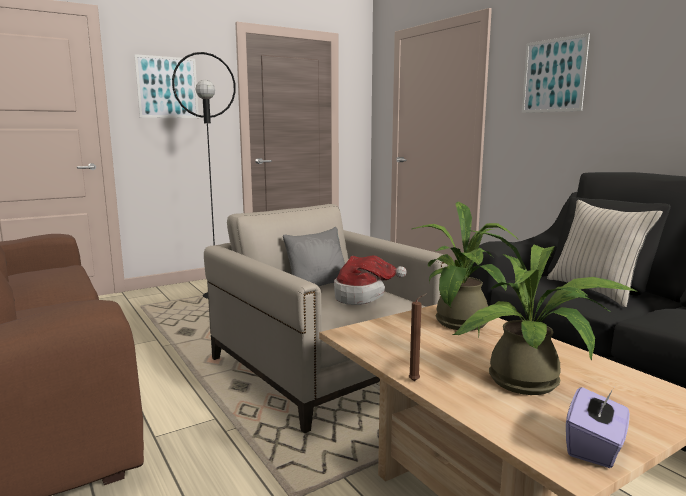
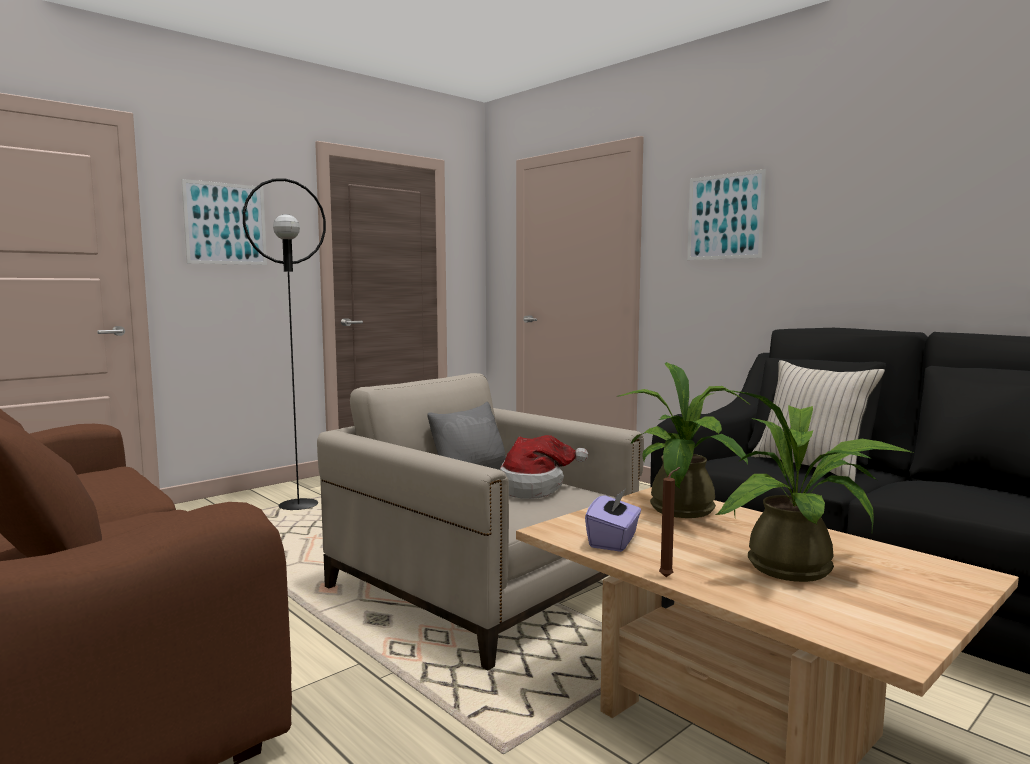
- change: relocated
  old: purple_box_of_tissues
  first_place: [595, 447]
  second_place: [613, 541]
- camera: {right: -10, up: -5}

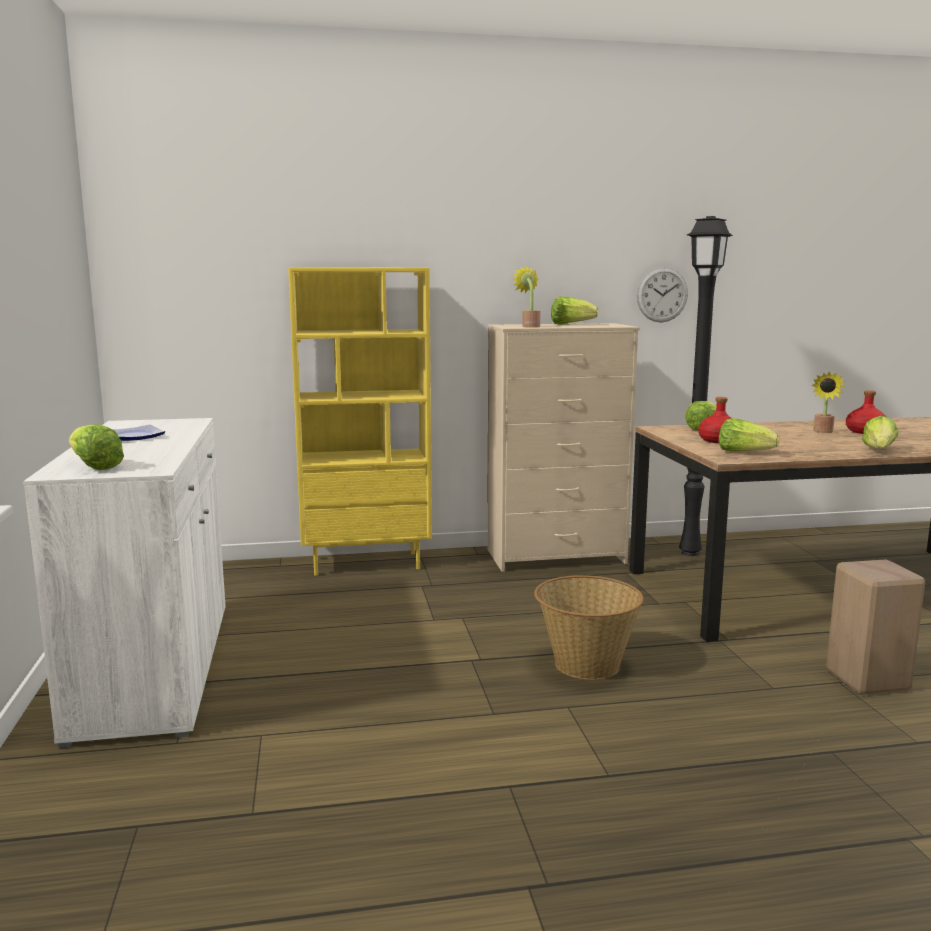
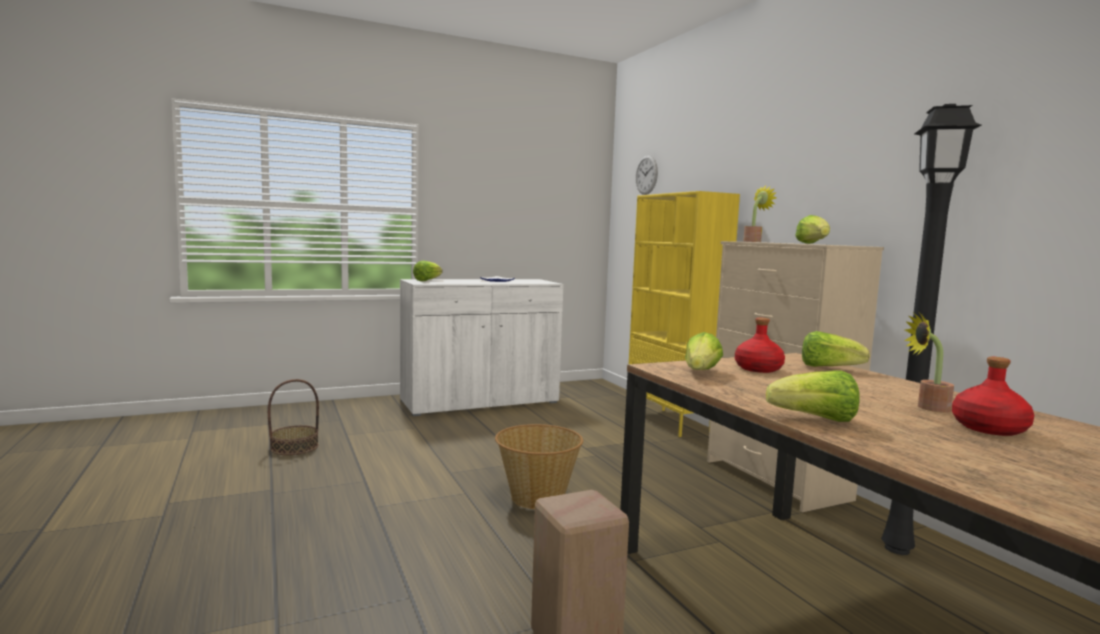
- change: appeared
  new: storage_basket
  second_place: [294, 447]
- change: relocated
  old: wall_clock
  first_place: [662, 295]
  second_place: [646, 175]
- camera: {right: 75, up: -5}

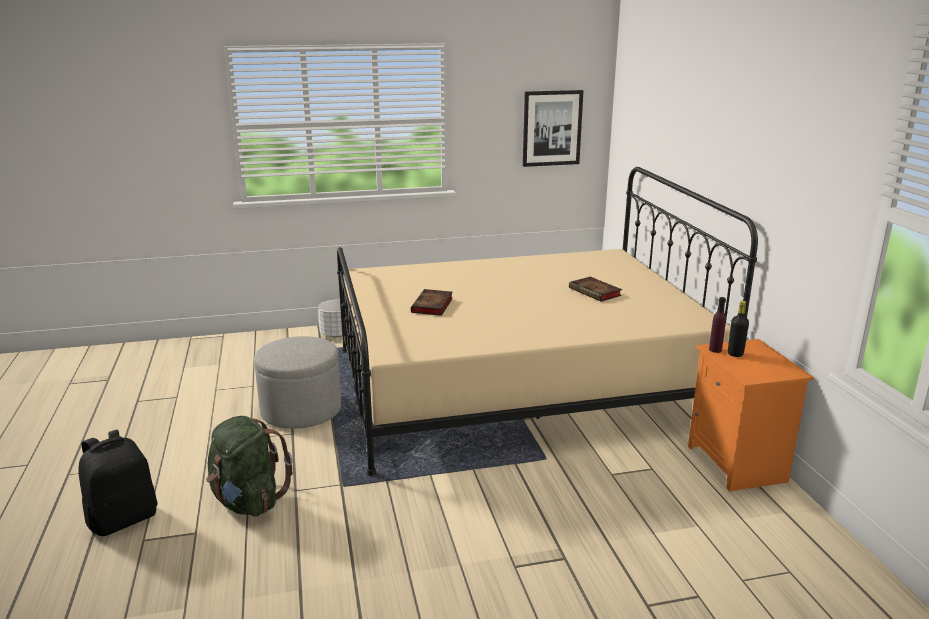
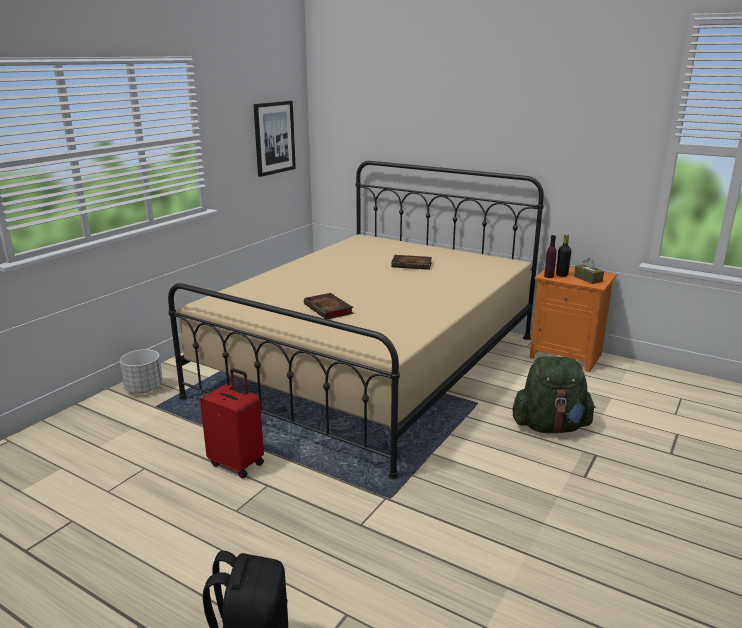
- change: exchanged
  old: greyish_pouffe
  new: red-coloured_suitcase
  first_place: [301, 410]
  second_place: [237, 463]
- change: relocated
  old: greenish_knapsack
  first_place: [248, 501]
  second_place: [550, 427]
- change: appeared
  new: brown-coloured_box_of_tissues
  second_place: [588, 279]
- camera: {right: -45, up: 0}

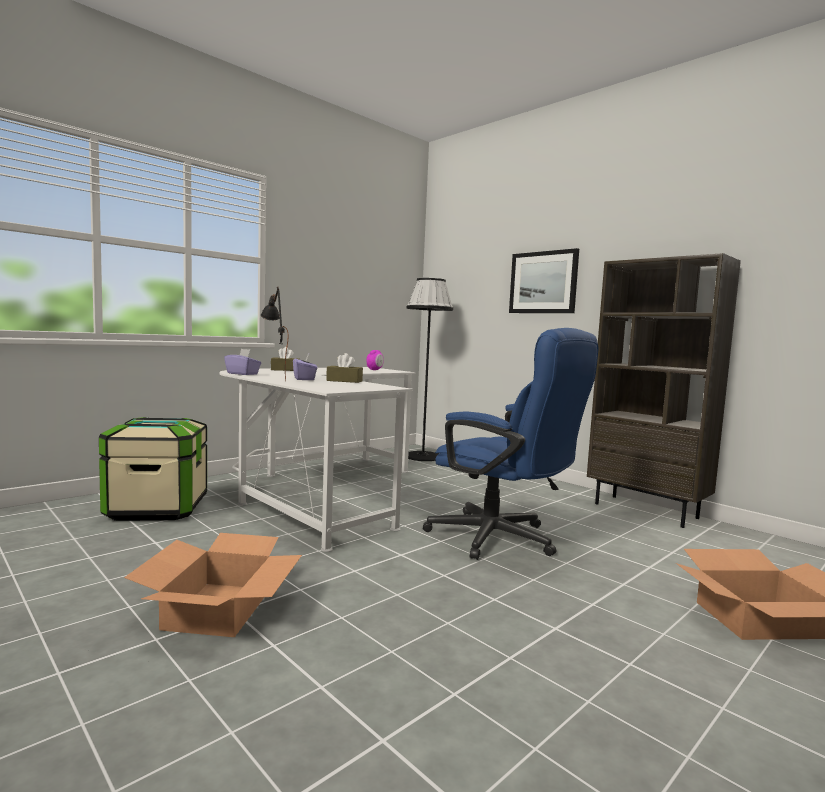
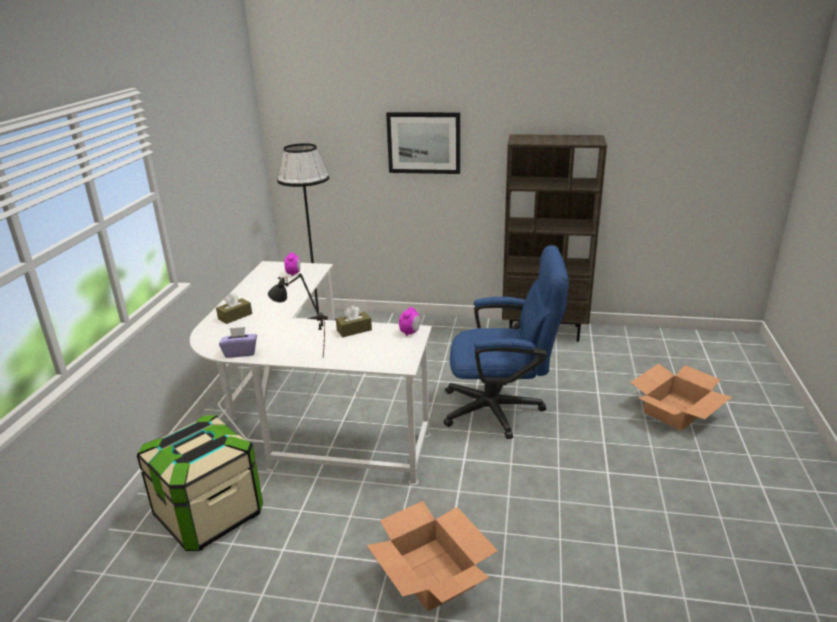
- change: appeared
  new: alarm_clock
  second_place: [410, 332]
- change: missing
  old: purple_box_of_tissues
  first_place: [304, 379]
- camera: {right: -35, up: 20}

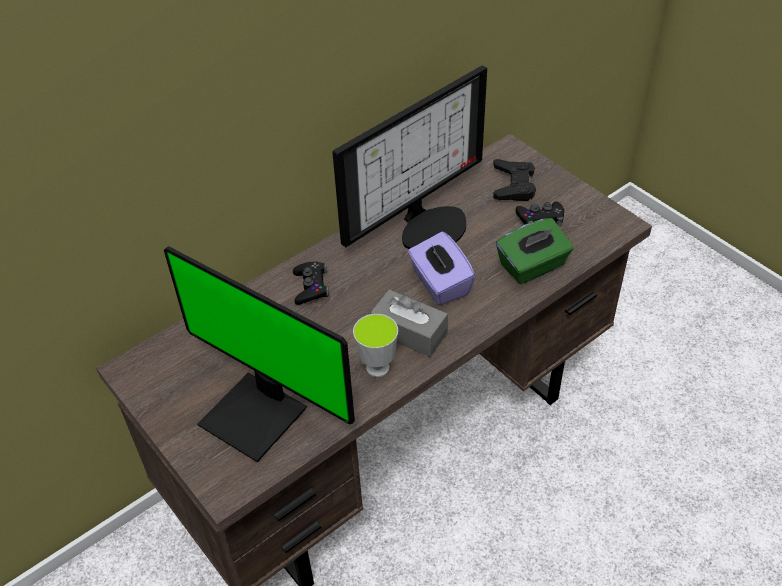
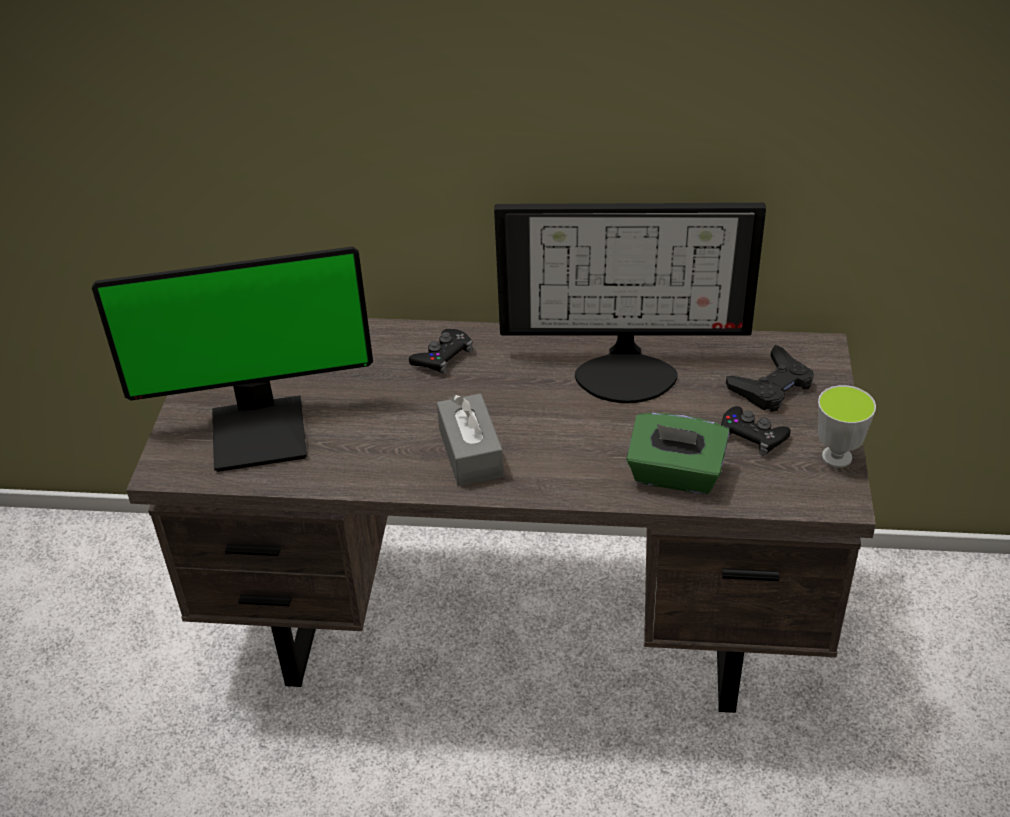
- change: spun
  old: monitor
  first_place: [257, 414]
  second_place: [260, 431]
  degrees: -90
- change: relocated
  old: drinking_cup
  first_place: [377, 367]
  second_place: [836, 457]
- change: missing
  old: purple_box_of_tissues
  first_place: [440, 284]
- camera: {right: 45, up: -5}

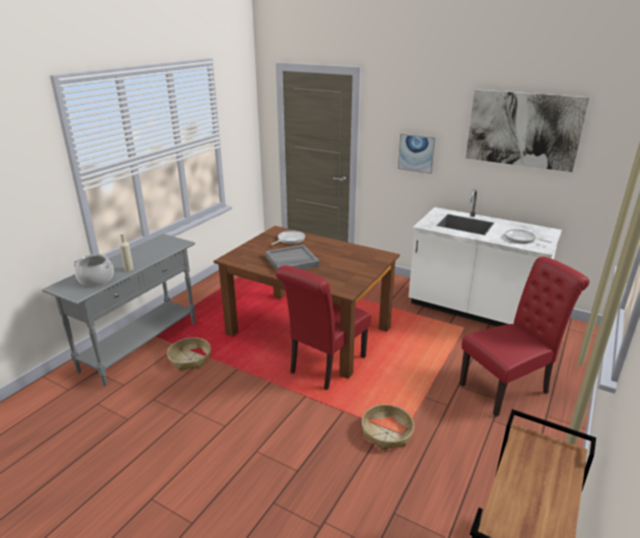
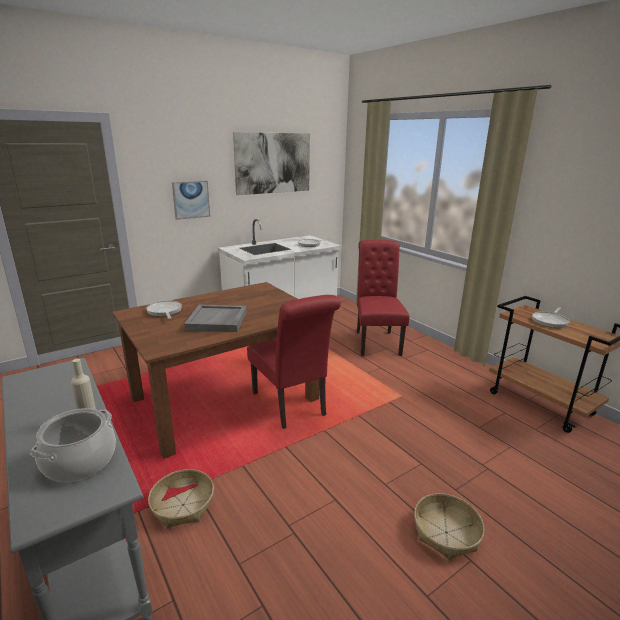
- change: relocated
  old: storage_basket
  first_place: [386, 433]
  second_place: [446, 532]
- change: appeared
  new: pan
  second_place: [550, 321]
- camera: {right: -65, up: -5}

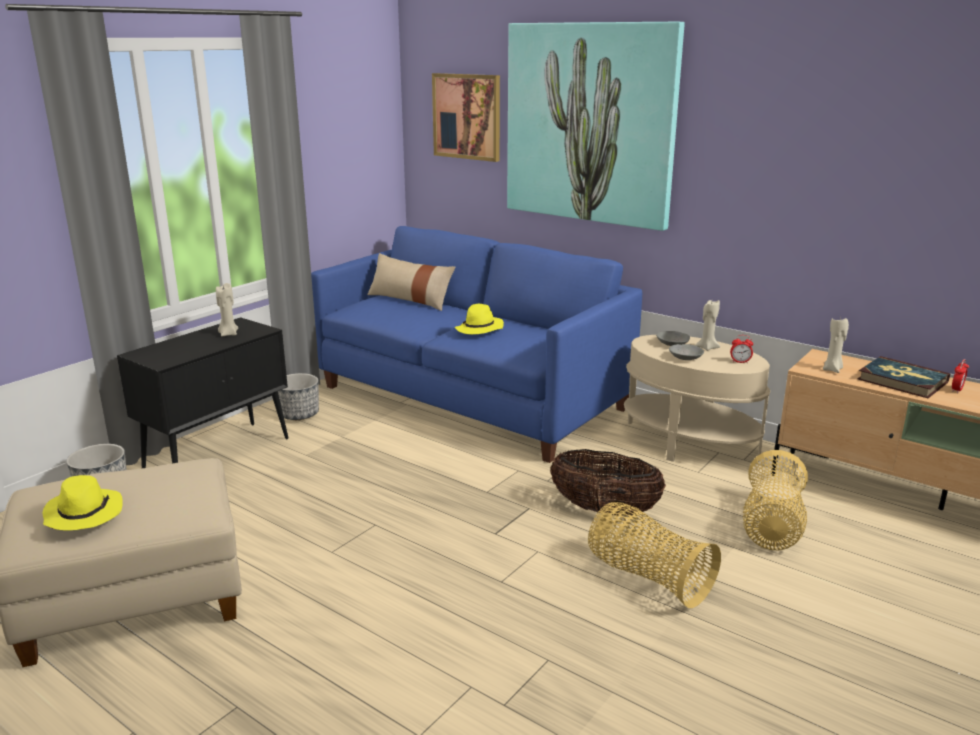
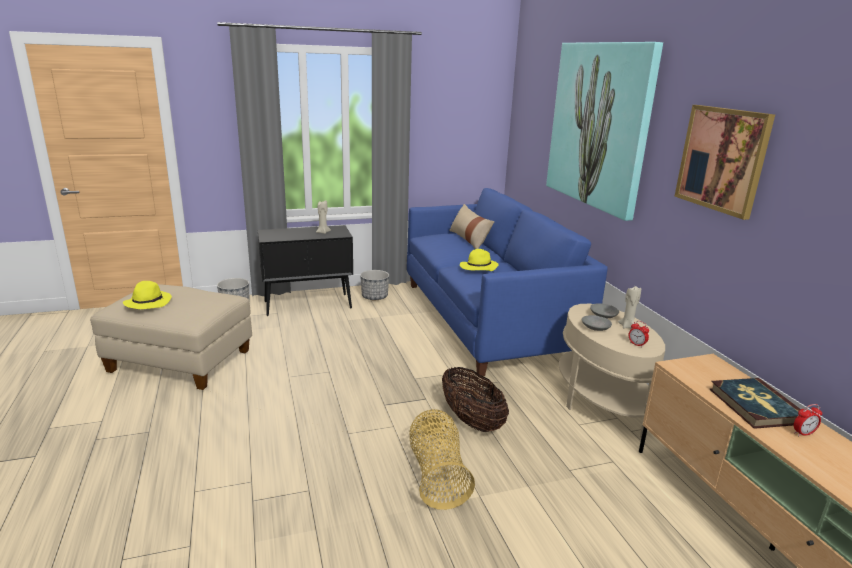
- change: relocated
  old: wall_picture
  first_place: [467, 116]
  second_place: [722, 159]
- change: missing
  old: storage_basket
  first_place: [771, 526]
- change: missing
  old: beige-coloured_wax_light
  first_place: [832, 369]
- camera: {right: 35, up: 0}

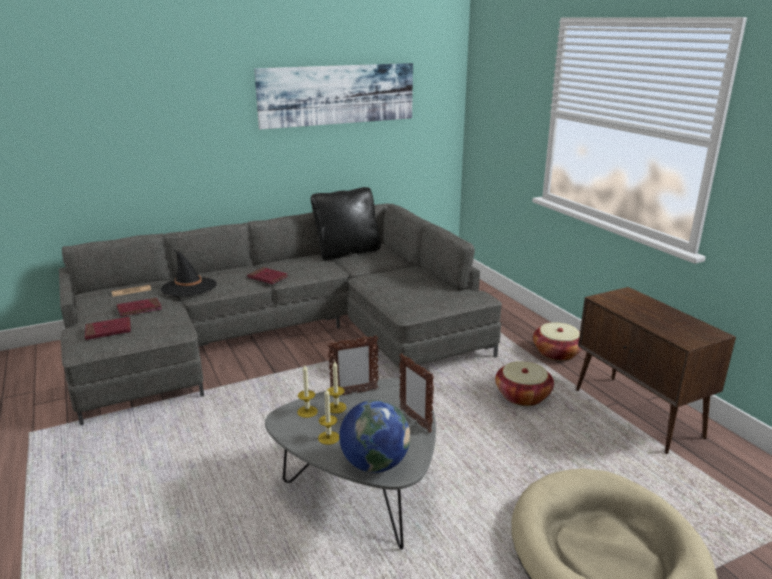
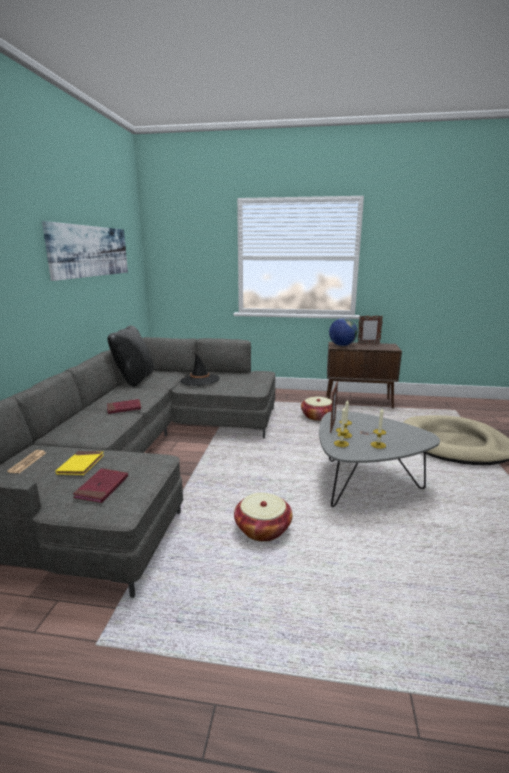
- change: colour
  old: red-coloured_volume
  new: yellow-coloured_volume
  first_place: [139, 309]
  second_place: [81, 465]
- change: relocated
  old: black-coloured_wearable_hat
  first_place: [189, 287]
  second_place: [199, 380]
- change: relocated
  old: storage_basket
  first_place: [557, 353]
  second_place: [263, 529]
- change: relocated
  old: world_globe
  first_place: [375, 464]
  second_place: [342, 345]
- change: relocated
  old: picture_frame
  first_place: [415, 420]
  second_place: [368, 344]
- camera: {right: -55, up: -5}

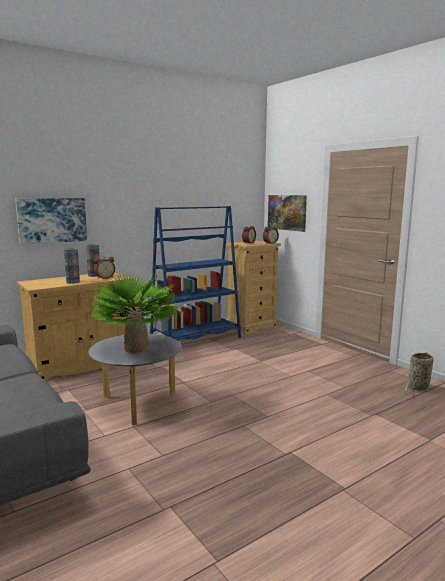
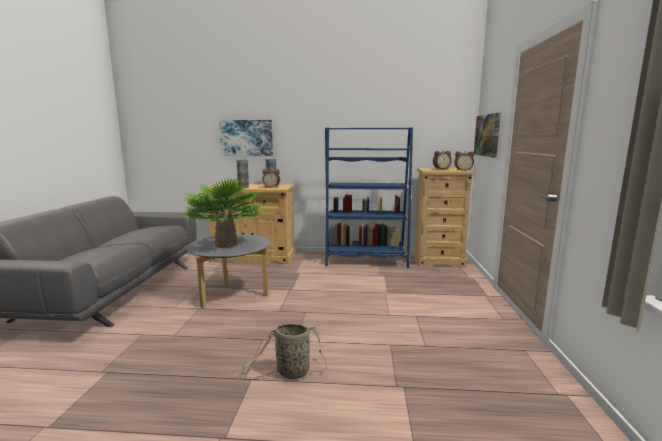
- change: relocated
  old: storage_basket
  first_place: [417, 388]
  second_place: [290, 373]
- camera: {right: 40, up: 0}

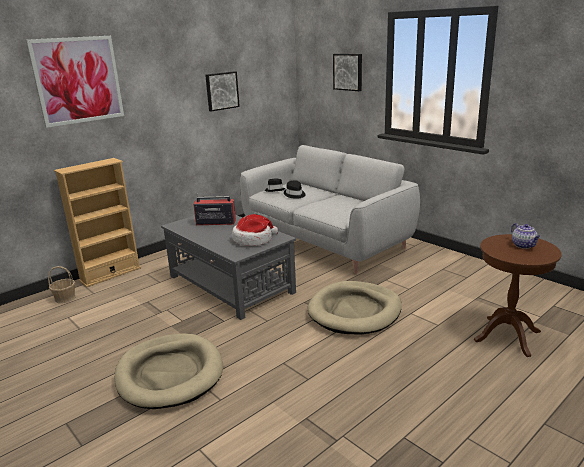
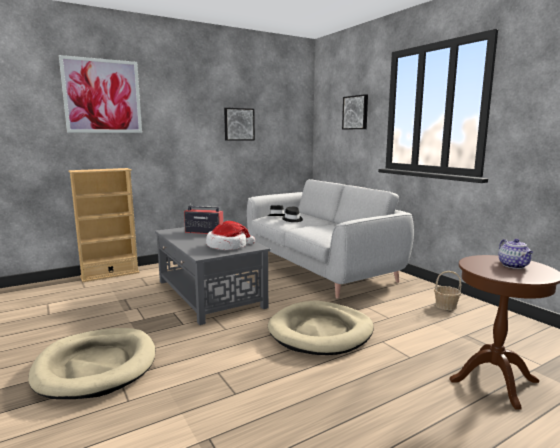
- change: relocated
  old: storage_basket
  first_place: [65, 298]
  second_place: [445, 306]
- camera: {right: 10, up: -10}

